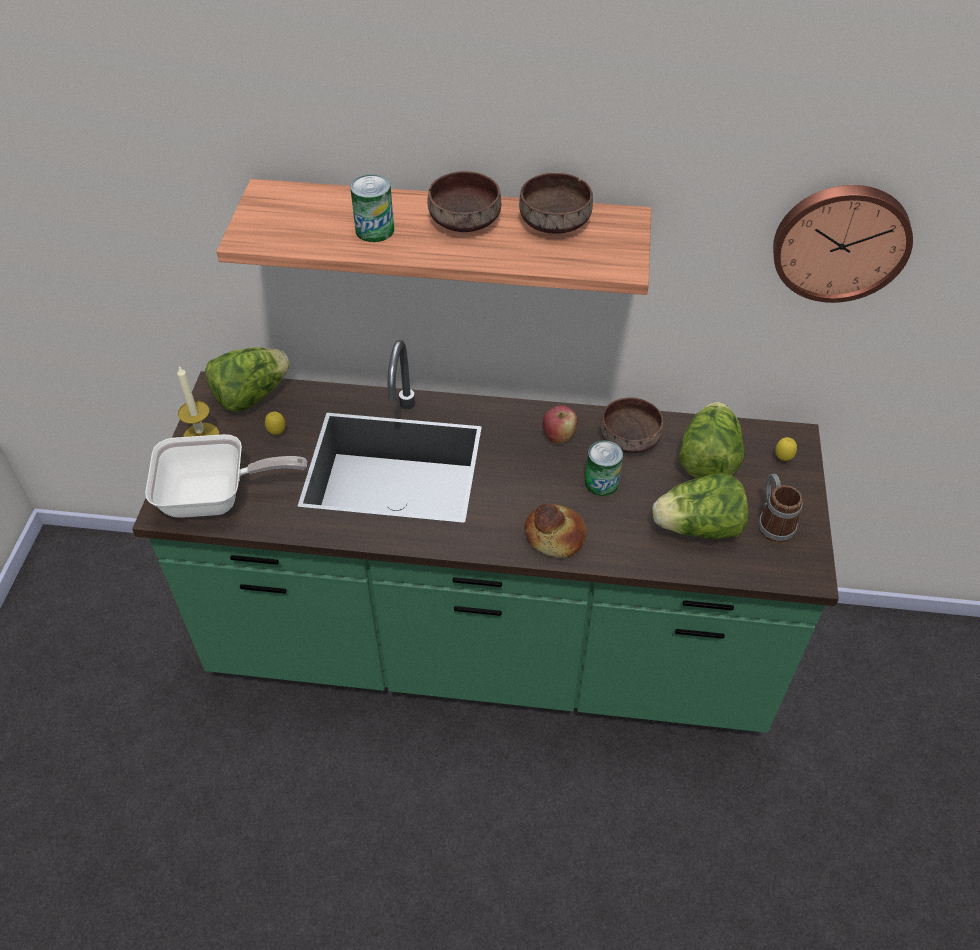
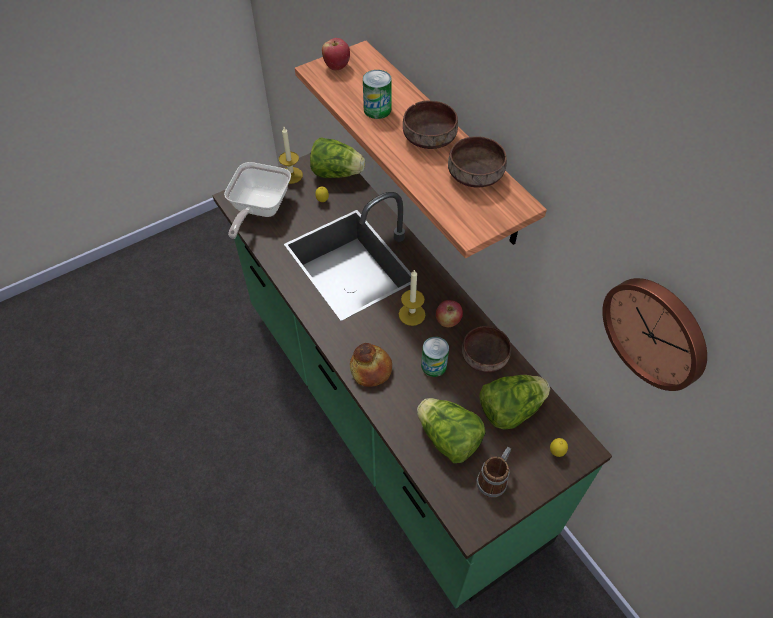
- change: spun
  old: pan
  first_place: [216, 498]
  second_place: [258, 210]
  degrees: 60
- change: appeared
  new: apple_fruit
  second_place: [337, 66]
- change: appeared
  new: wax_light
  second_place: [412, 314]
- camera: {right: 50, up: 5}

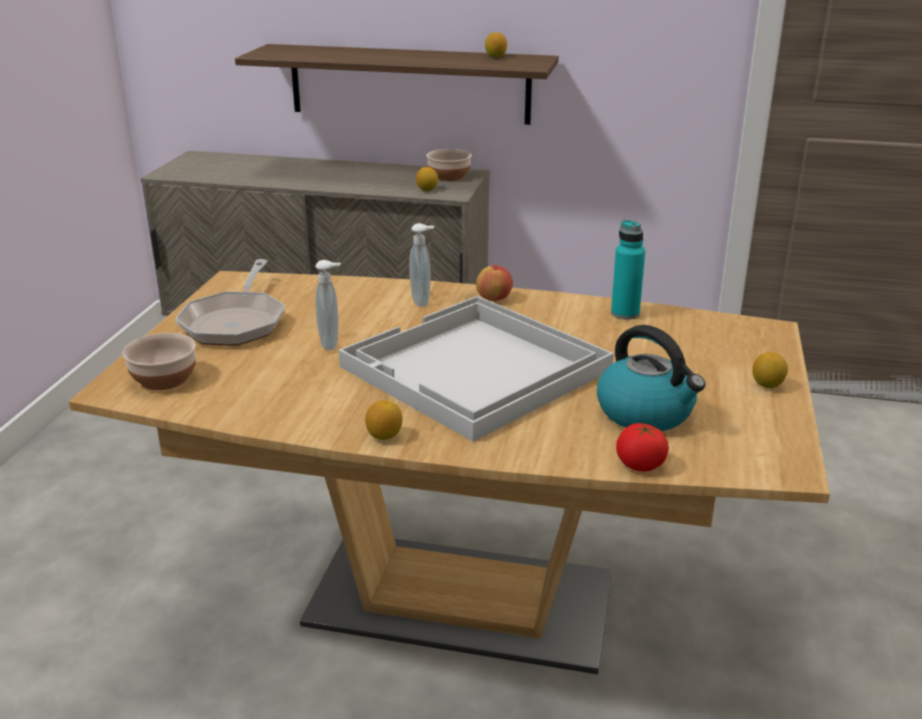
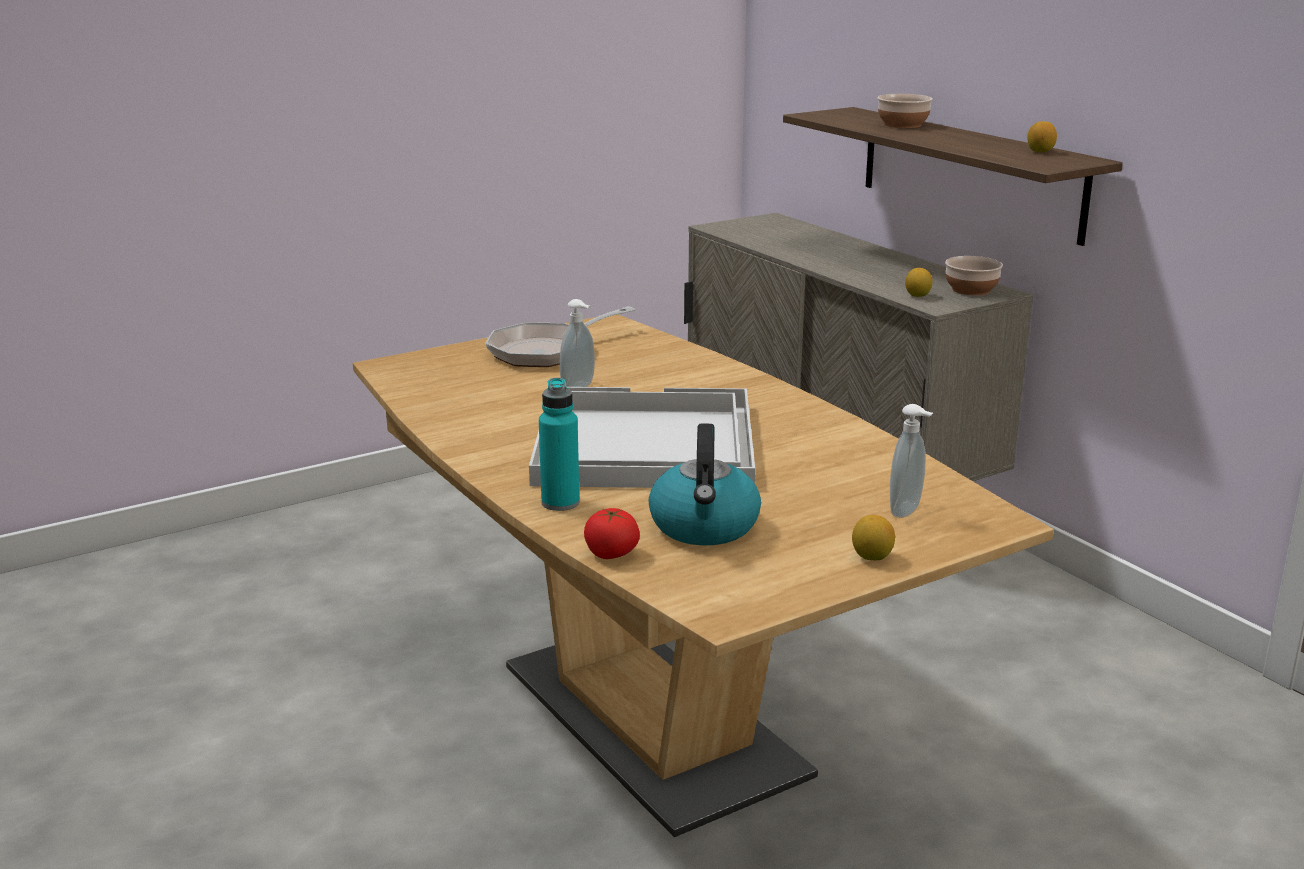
- change: relocated
  old: blue-green_drink_bottle
  first_place: [625, 313]
  second_place: [560, 503]
- change: relocated
  old: bowl
  first_place: [164, 378]
  second_place: [903, 124]
- change: relocated
  old: liquid_soap_bottle
  first_place: [422, 301]
  second_place: [907, 511]
- change: missing
  old: lemon
  first_place: [384, 436]
- change: missing
  old: apple_fruit
  first_place: [494, 298]
- camera: {right: 45, up: -5}

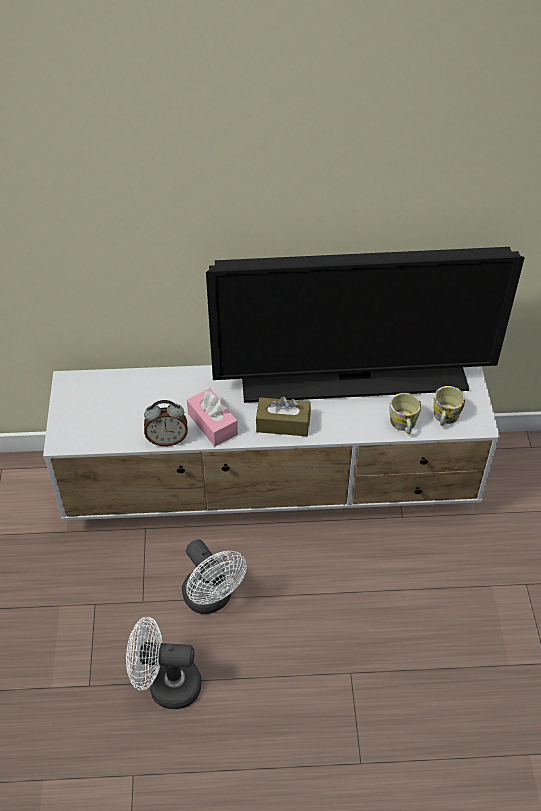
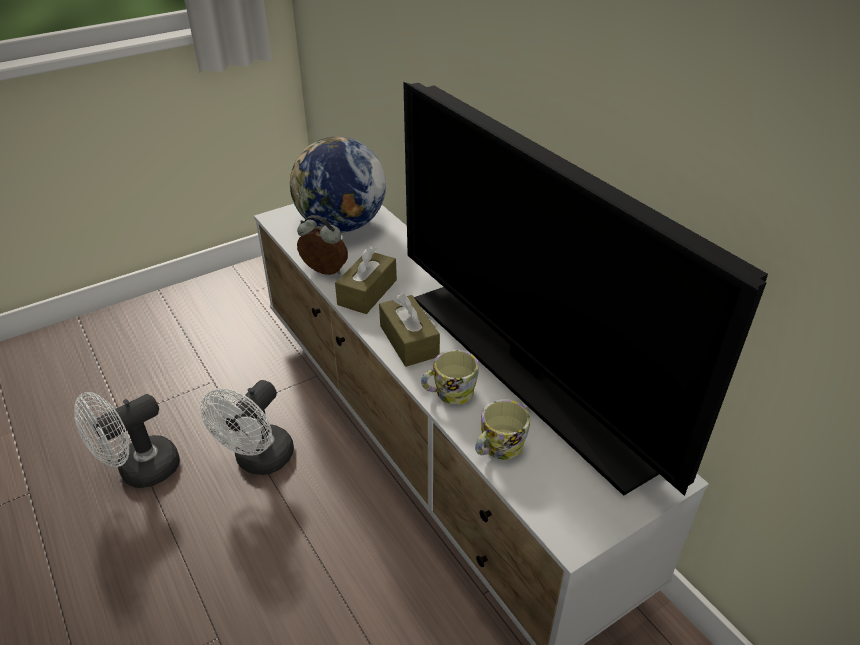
- change: spun
  old: white_cooling_fan
  first_place: [166, 685]
  second_place: [140, 471]
  degrees: -105
- change: appeared
  new: world_globe
  second_place: [341, 225]
- change: spun
  old: alarm_clock
  first_place: [167, 439]
  second_place: [323, 272]
  degrees: 150
- change: colour
  old: pink_box_of_tissues
  new: brown-coloured_box_of_tissues
  first_place: [212, 424]
  second_place: [367, 292]
- change: relocated
  old: tea_mug
  first_place: [445, 417]
  second_place: [449, 392]
- camera: {right: 60, up: -10}

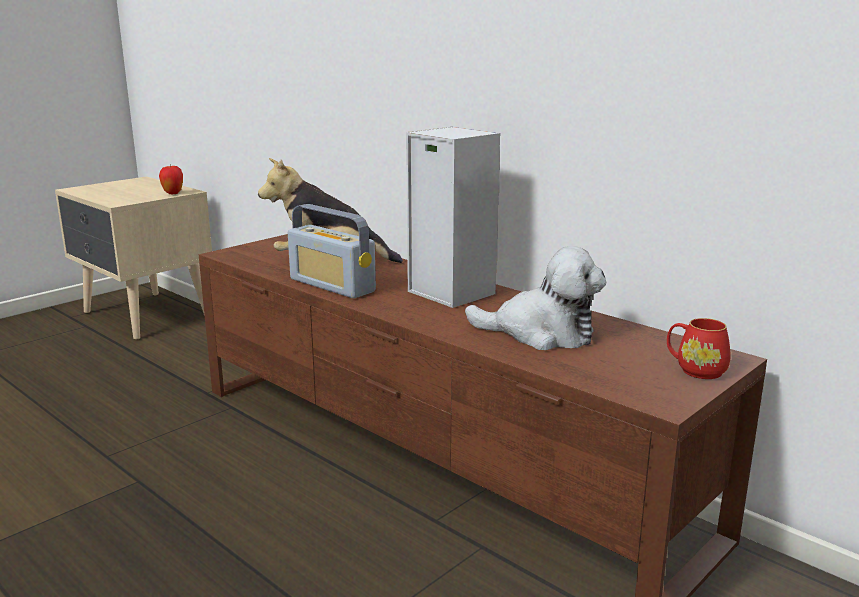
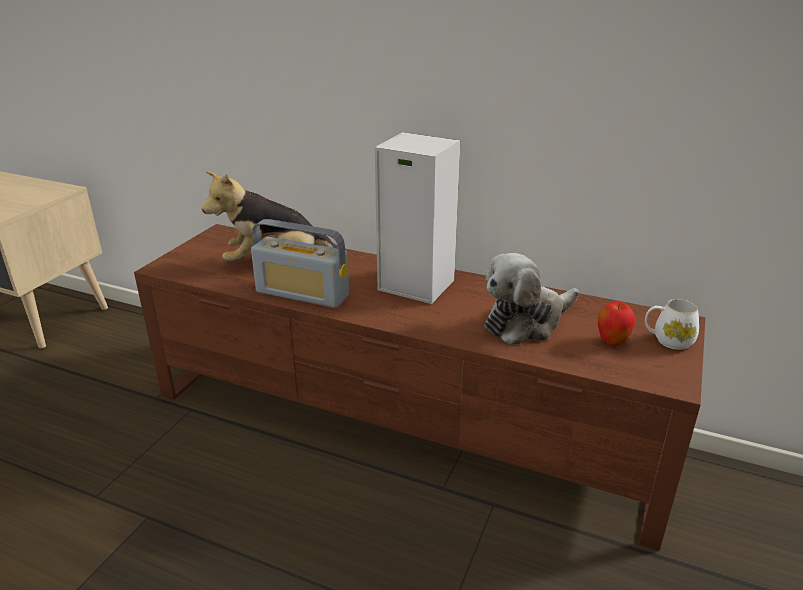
- change: spun
  old: plush_toy
  first_place: [541, 334]
  second_place: [526, 322]
  degrees: 150
- change: relocated
  old: apple_fruit
  first_place: [173, 193]
  second_place: [612, 342]
- change: colour
  old: red-coloured_tea_mug
  new: white_tea_mug
  first_place: [695, 370]
  second_place: [667, 340]
- camera: {right: -20, up: 10}

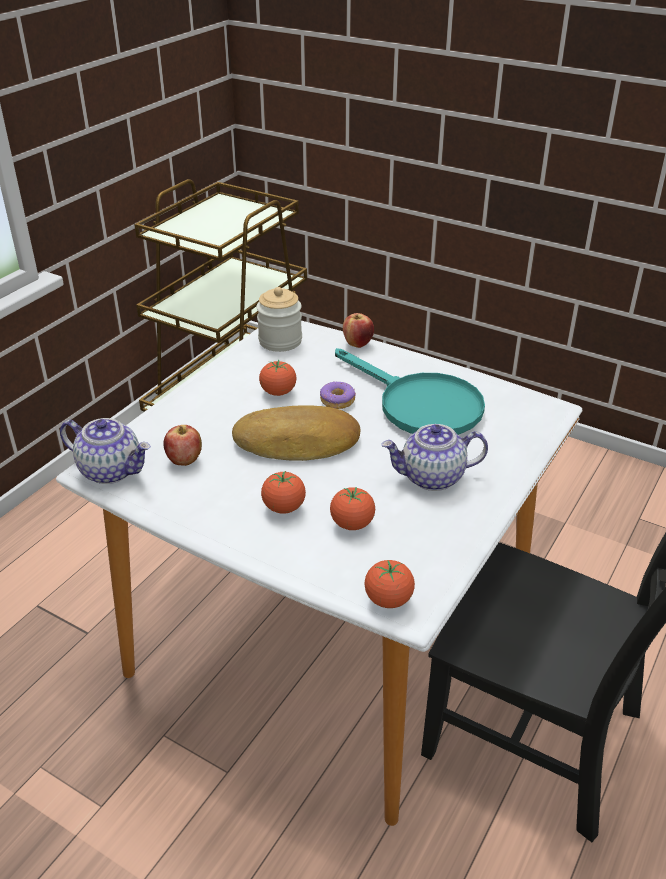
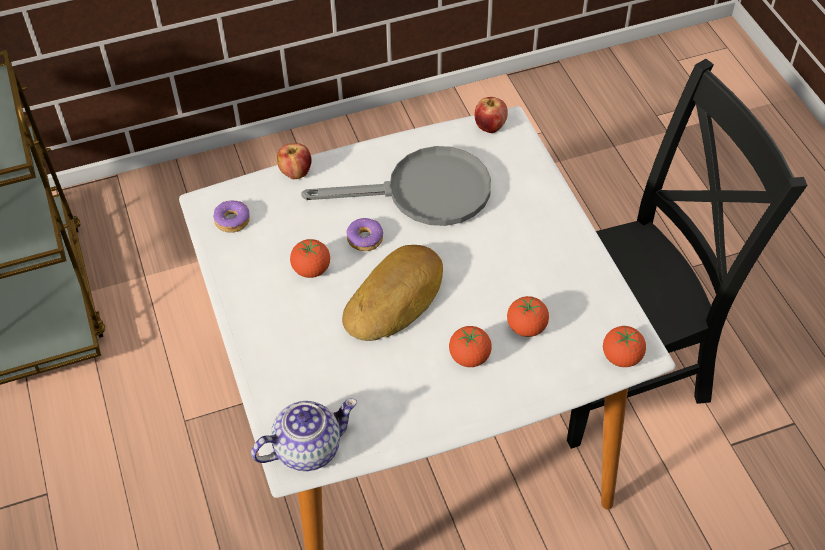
- change: exchanged
  old: storage_jar
  new: donut
  first_place: [280, 341]
  second_place: [232, 220]
- change: colour
  old: blue-green_pan
  new: greyish_pan
  first_place: [419, 405]
  second_place: [424, 193]
- change: relocated
  old: apple_fruit
  first_place: [184, 460]
  second_place: [490, 127]
- change: missing
  old: pot_for_tea
  first_place: [432, 478]
- camera: {right: -50, up: 15}

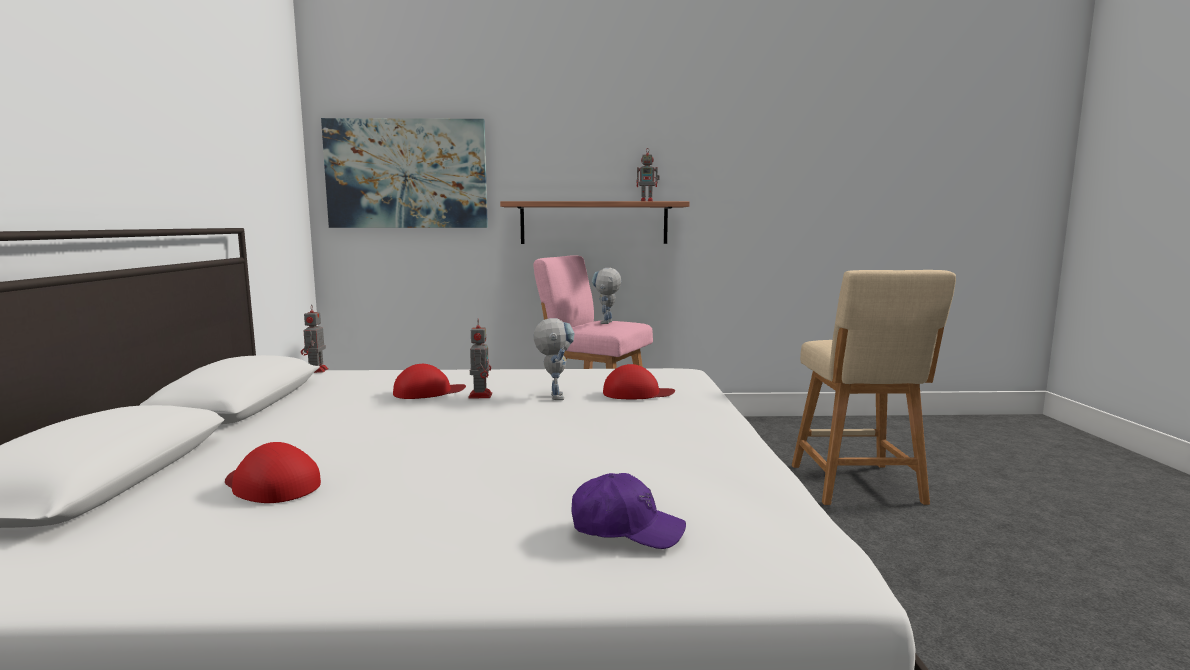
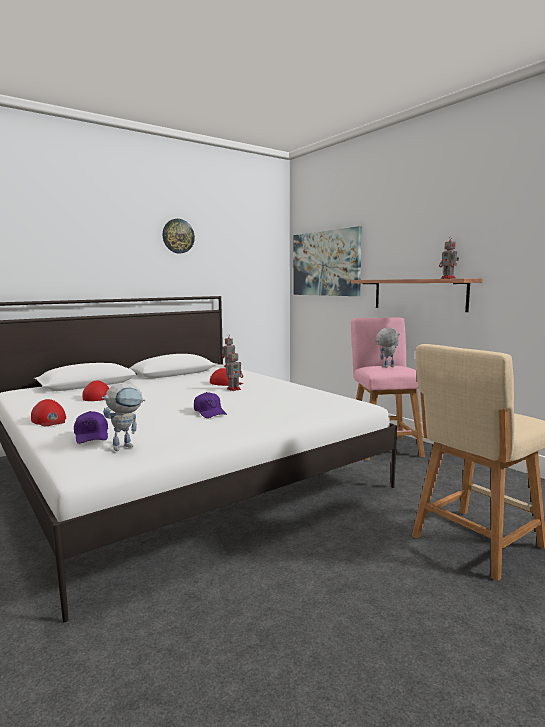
- change: relocated
  old: red-coloured_cap
  first_place: [637, 393]
  second_place: [49, 420]
- change: relocated
  old: model_robot
  first_place: [554, 395]
  second_place: [127, 446]
- change: appeared
  new: wall_clock
  second_place: [178, 236]
- change: appeared
  new: purple_cap
  second_place: [209, 412]
- camera: {right: 55, up: 0}

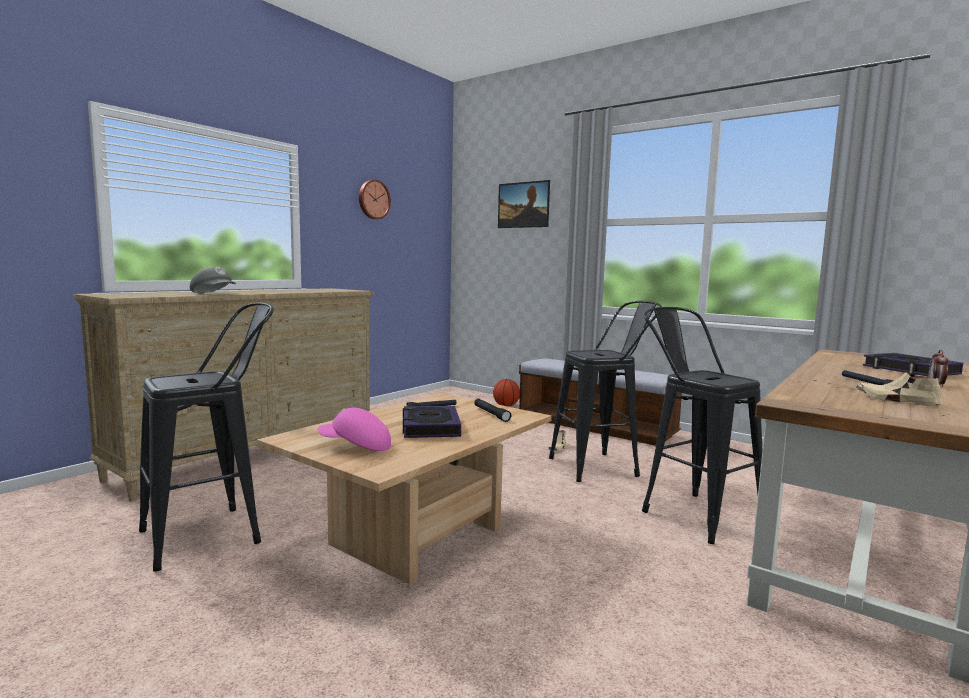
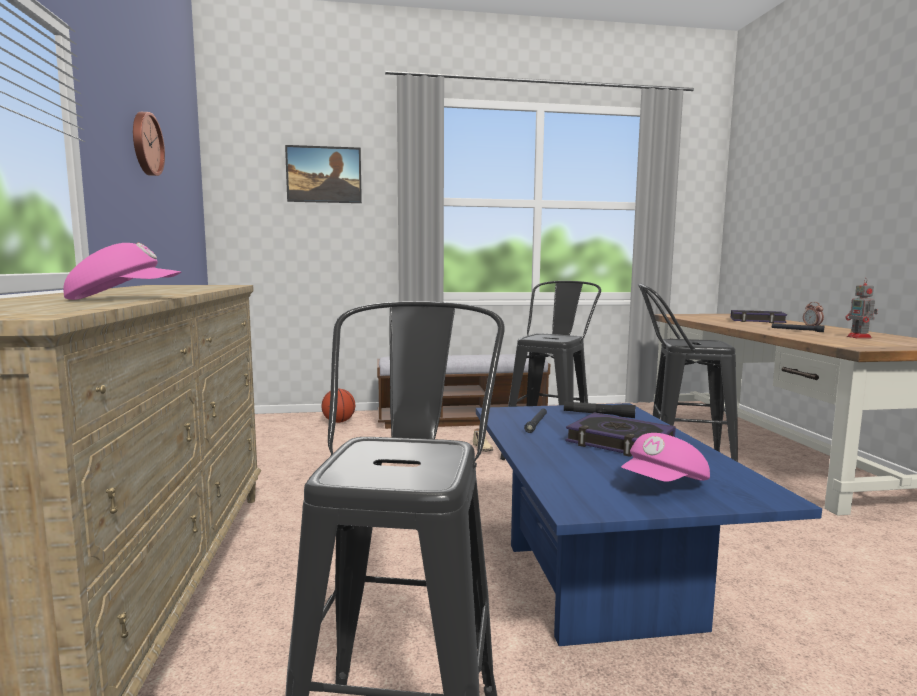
- change: colour
  old: greyish_cap
  new: pink_cap
  first_place: [214, 294]
  second_place: [124, 299]
- change: colour
  old: beige-coloured_lounge_table
  new: blue-coloured_lounge_table
  first_place: [417, 536]
  second_place: [598, 583]
- change: exchanged
  old: beige-coloured_low_shoe
  new: model_robot
  first_place: [896, 400]
  second_place: [860, 337]
- camera: {right: -45, up: 0}

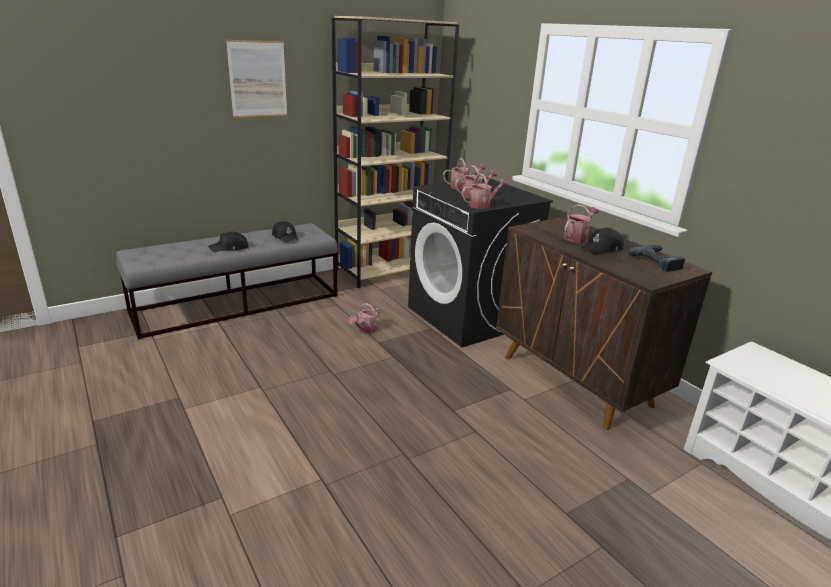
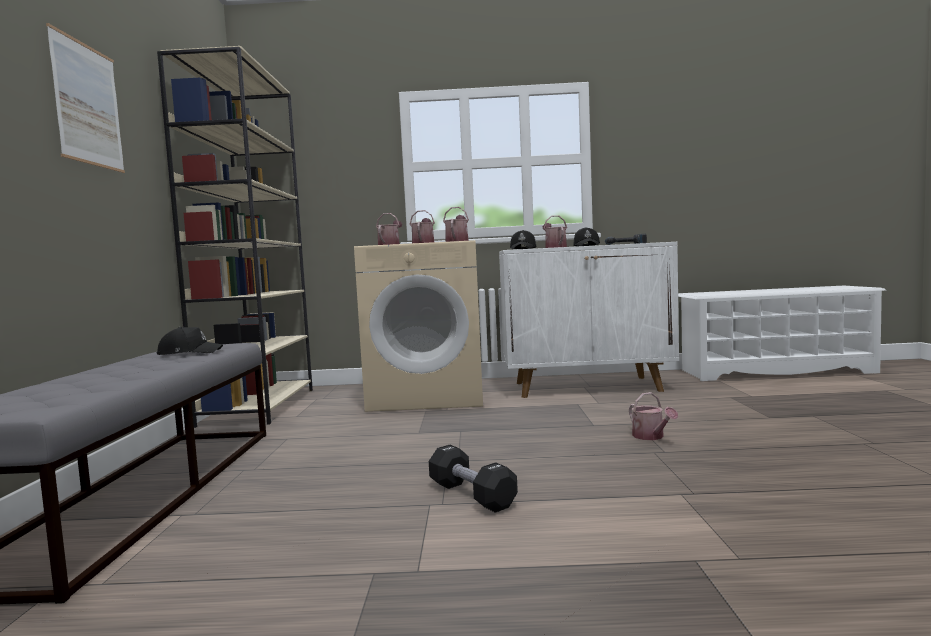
- change: colour
  old: black-coloured_laundry_appliance
  new: beige-coloured_laundry_appliance
  first_place: [469, 317]
  second_place: [429, 396]
- change: appeared
  new: black-coloured_dumbbell
  second_place: [472, 495]
- change: colour
  old: brown-coloured_cabinet
  new: white_cabinet
  first_place: [576, 381]
  second_place: [587, 387]
- change: relocated
  old: black-coloured_cap
  first_place: [230, 248]
  second_place: [523, 249]
- change: relocated
  old: watering_pot
  first_place: [365, 330]
  second_place: [651, 437]
- camera: {right: -55, up: -20}

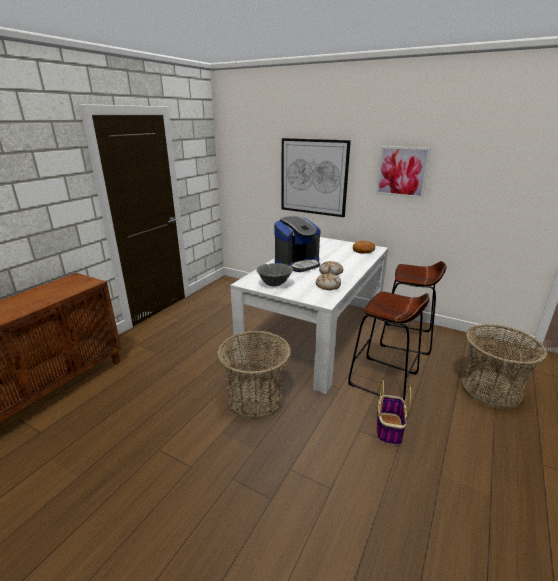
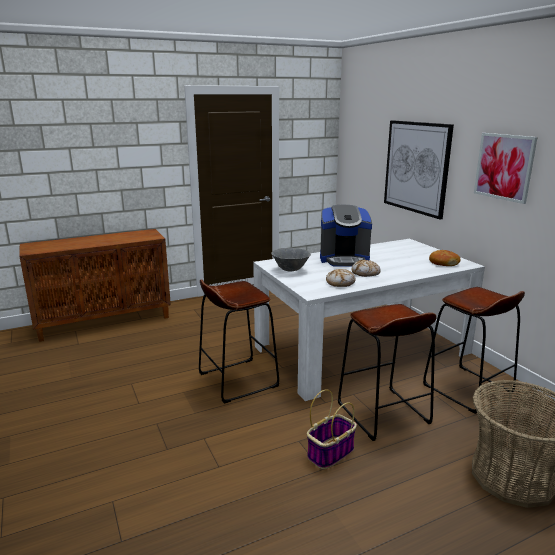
- change: exchanged
  old: storage_basket
  new: brown-coloured_sitting_stool
  first_place: [255, 399]
  second_place: [237, 380]
- camera: {right: 35, up: -5}

